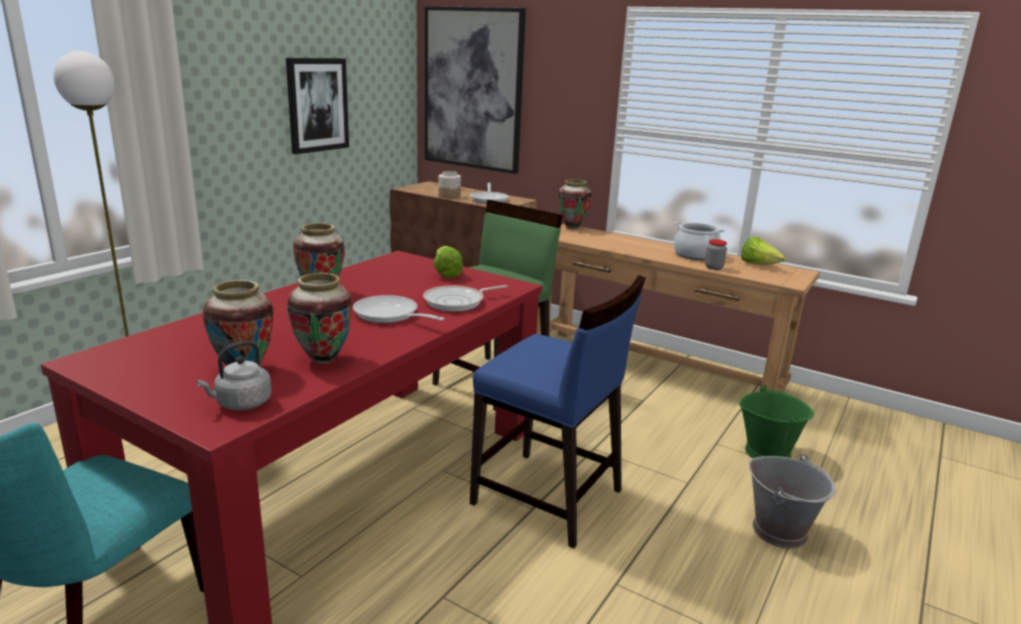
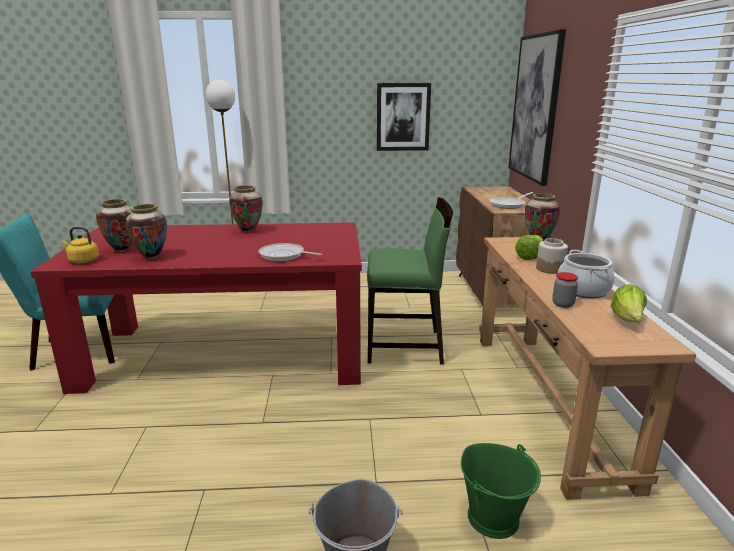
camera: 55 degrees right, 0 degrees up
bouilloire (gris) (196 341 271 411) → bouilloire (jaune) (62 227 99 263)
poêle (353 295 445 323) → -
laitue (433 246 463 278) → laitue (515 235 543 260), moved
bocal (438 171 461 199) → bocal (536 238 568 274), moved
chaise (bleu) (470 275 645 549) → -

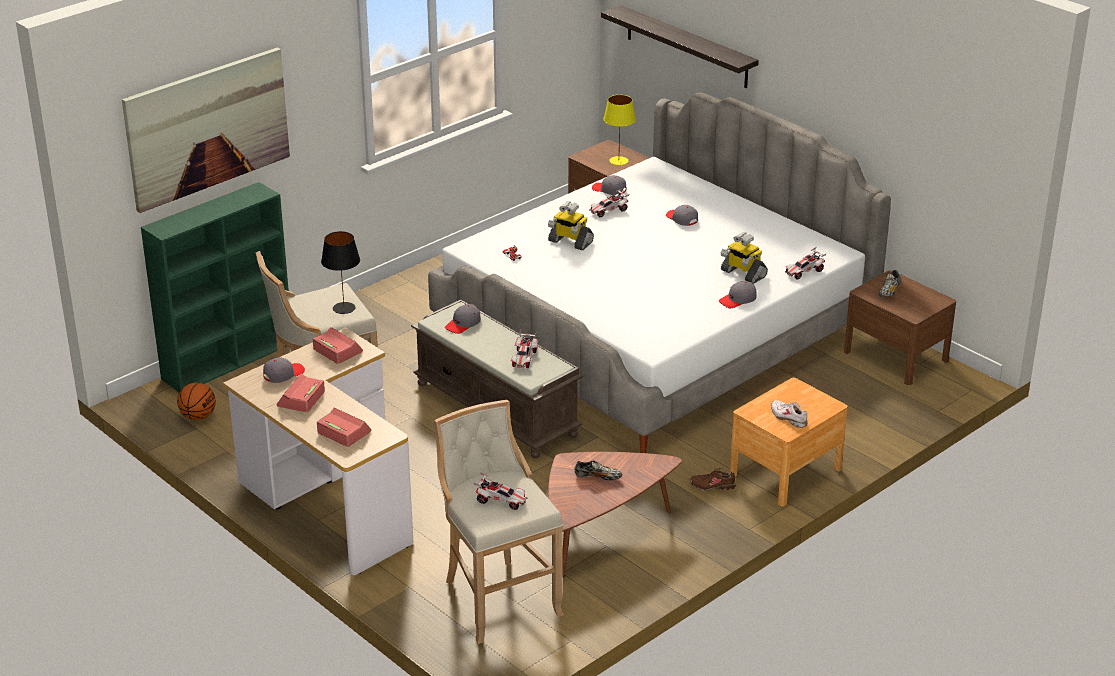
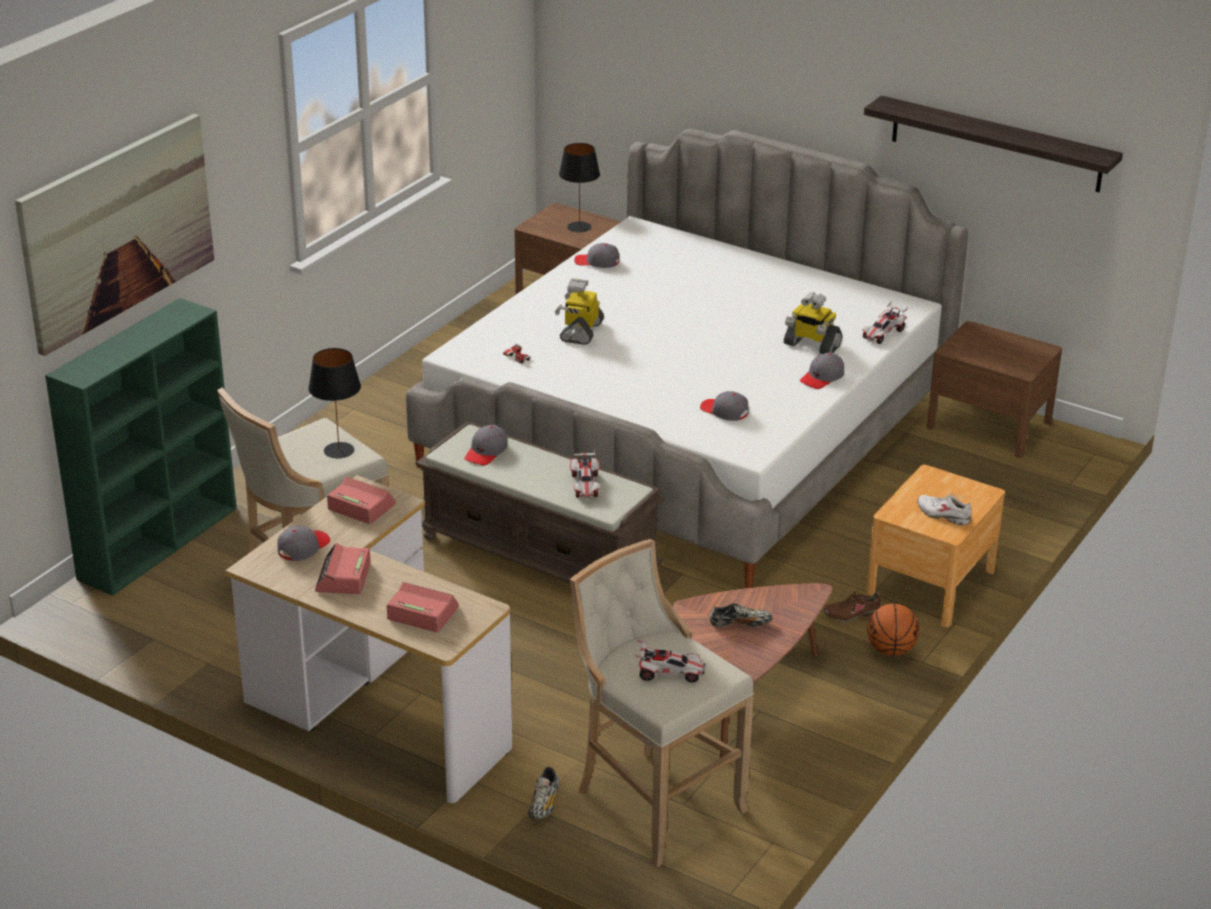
camera: 15 degrees left, 0 degrees up
ballon de basket (177 382 216 420) → ballon de basket (867 604 920 656), moved
robot jouet (548 201 594 250) → robot jouet (555 278 604 345), 90 degrees clockwise
petite voiture (589 188 630 217) → -
étagère (601 5 759 88) → étagère (864 96 1123 192), moved
lampe de table (jaune) (603 95 636 165) → lampe de table (noir) (559 143 600 232)
casquette (gris) (666 205 698 226) → casquette (gris) (700 391 749 421), moved
chaussure (878 270 901 297) → chaussure (529 767 560 820), moved

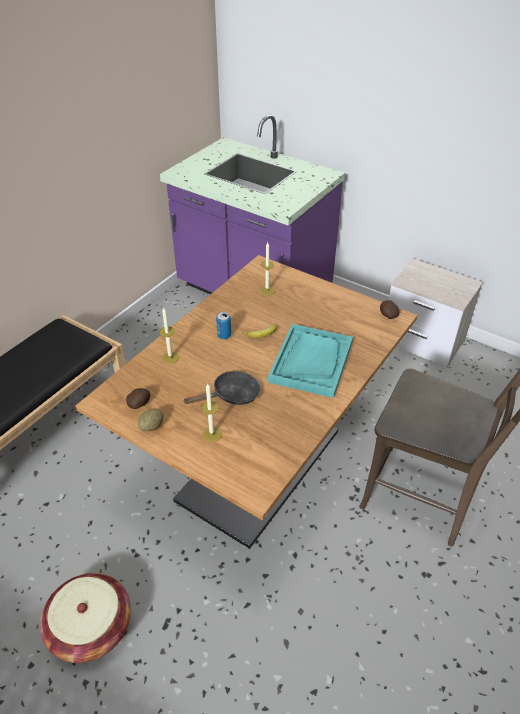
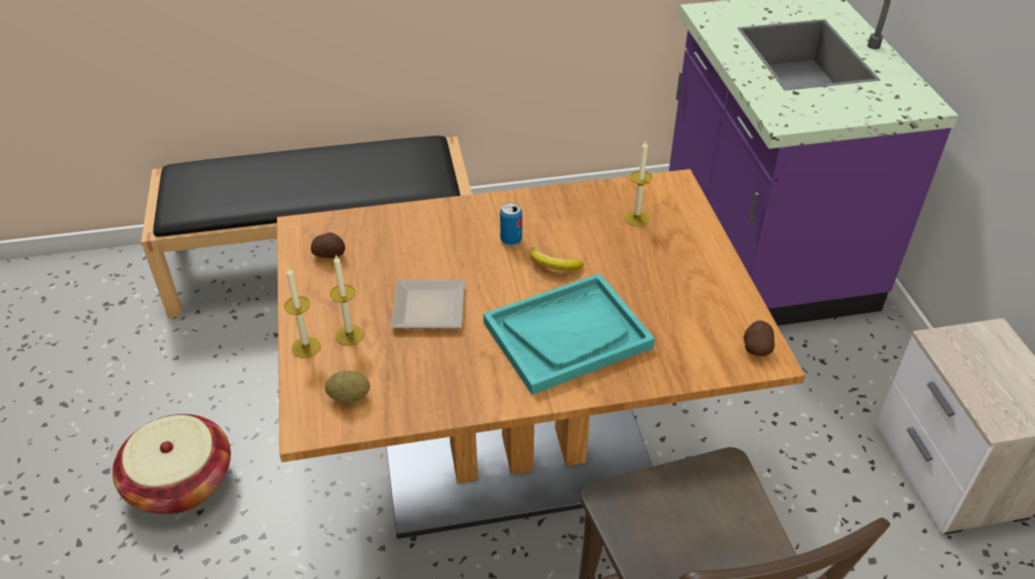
camera: 45 degrees right, 0 degrees up
pomme de terre (138 409 163 431) → pomme de terre (325 371 370 403), moved
bougie (159 308 179 364) → bougie (284 266 321 358), moved
poêle (noir) (183 371 261 405) → assiette (391 280 465 329)

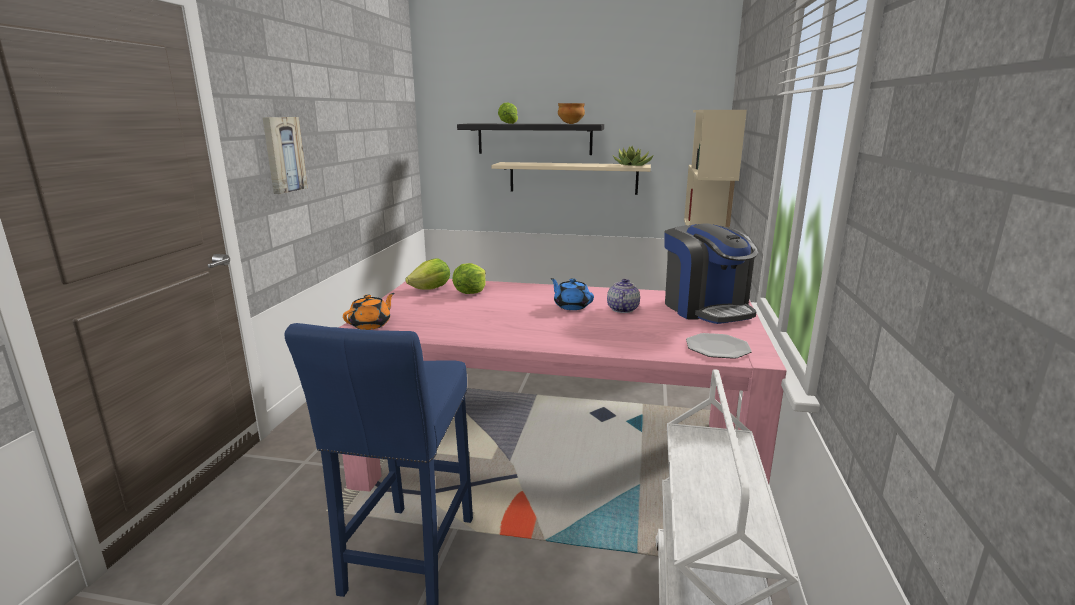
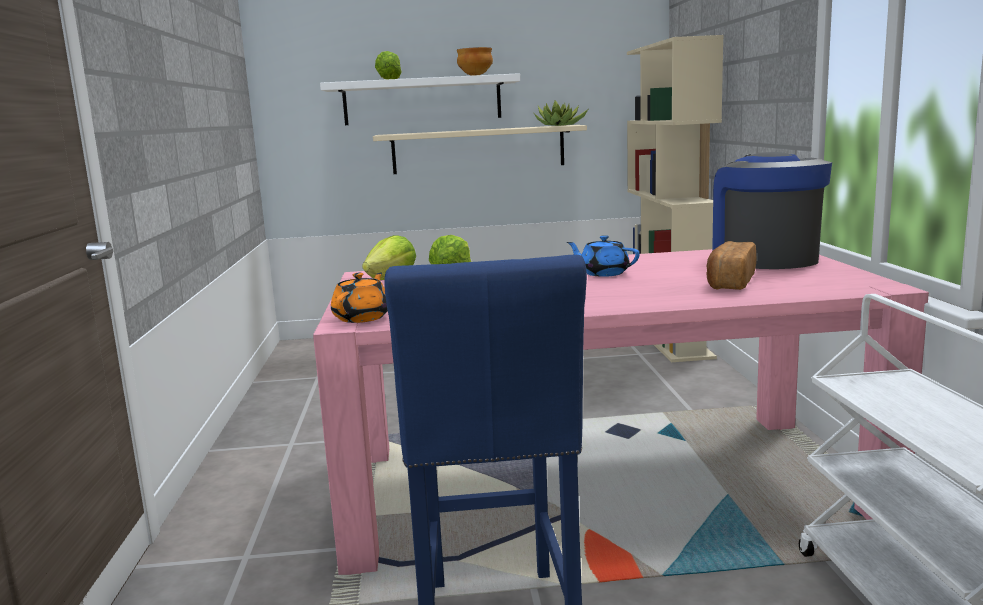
camera: 15 degrees left, 5 degrees down
tableau (262 117 308 194) → -
étagère (noir) (457 124 604 155) → étagère (blanc) (320 73 520 125)
théière (607 279 640 313) → -
machine à café (664 223 758 324) → machine à café (712 152 832 269), 150 degrees counterclockwise
assiette (686 333 752 359) → -
- → pain (706 241 756 290)

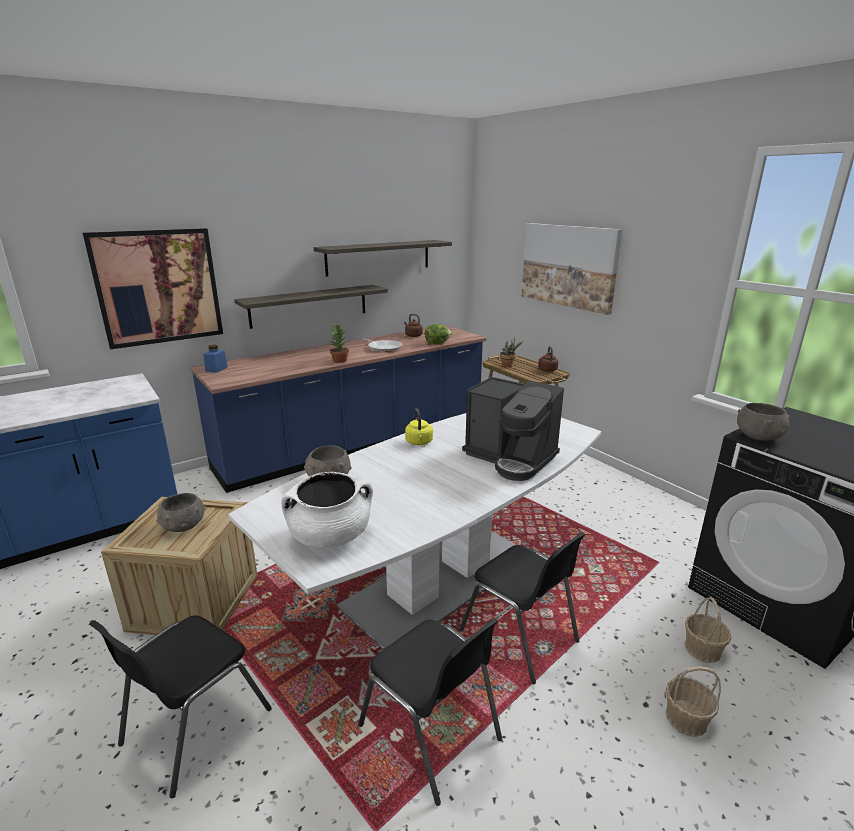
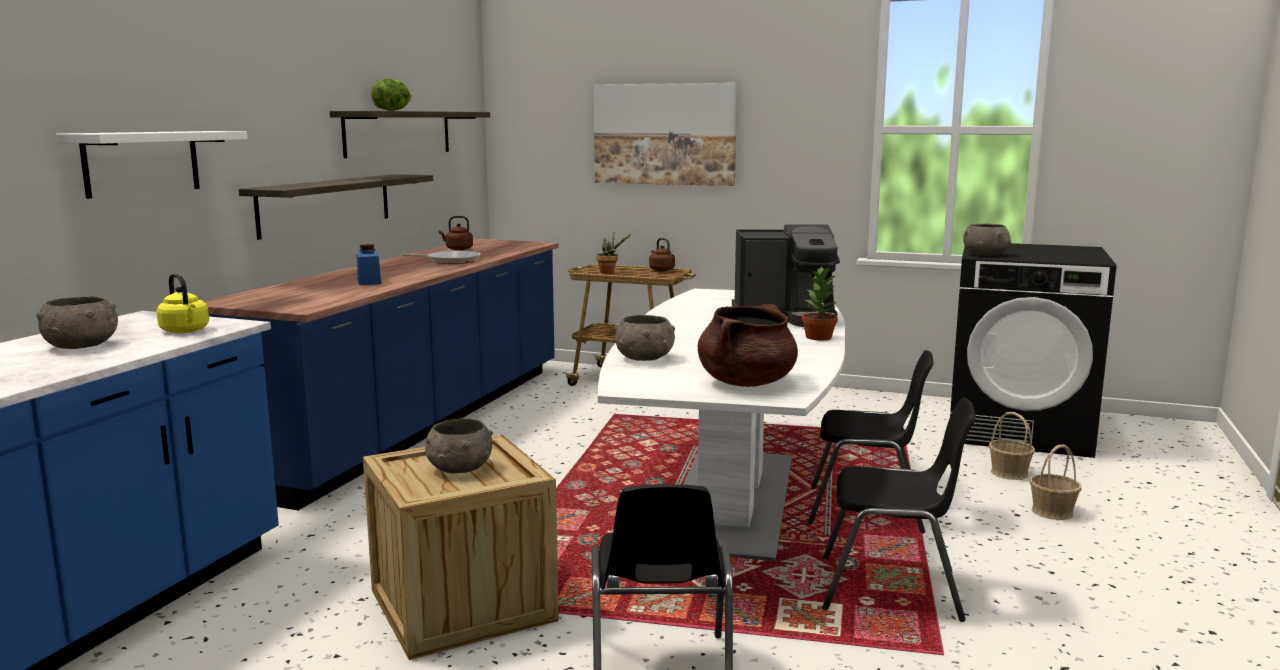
camera: 35 degrees left, 10 degrees down
tableau (83 228 223 350) → étagère (blanc) (56 131 248 199)
bocal (bleu) (203 345 228 373) → bocal (bleu) (357 244 381 285), moved
marmite (blanc) (281 472 373 548) → marmite (marron) (698 304 798 387)
plante en pot (330 323 349 363) → plante en pot (802 266 838 340), moved
bouilloire (jaune) (405 408 433 445) → bouilloire (jaune) (156 273 209 333), moved
laitue (425 324 452 344) → laitue (371 78 411 111), moved
- → bol (gris) (36 296 118 349)

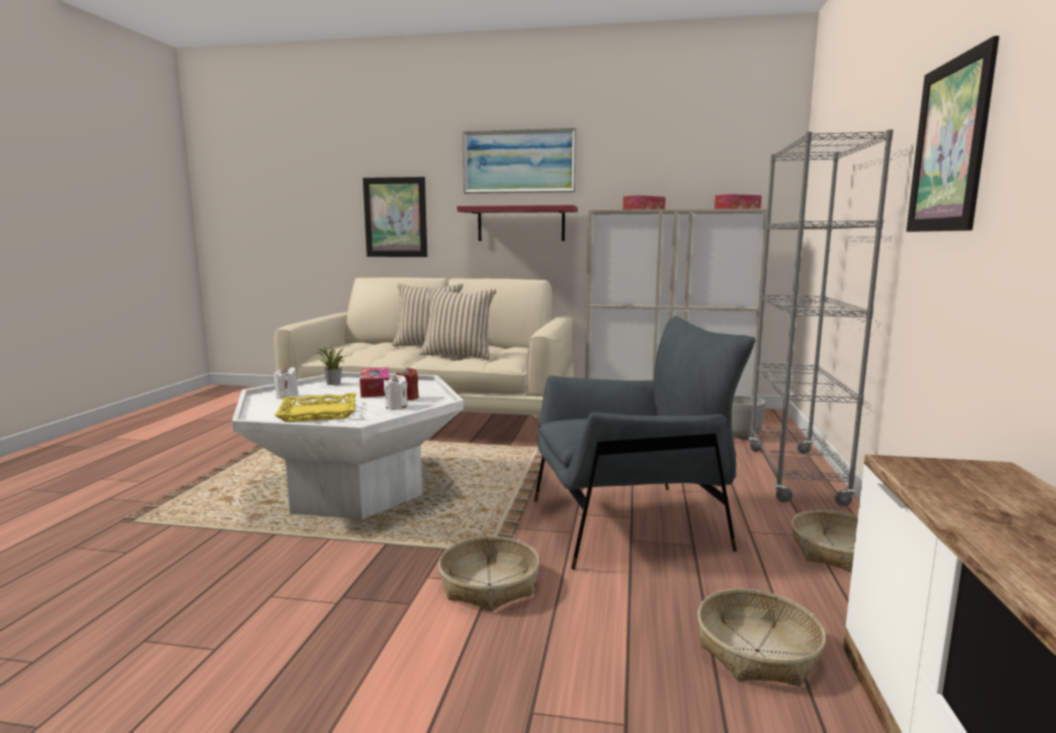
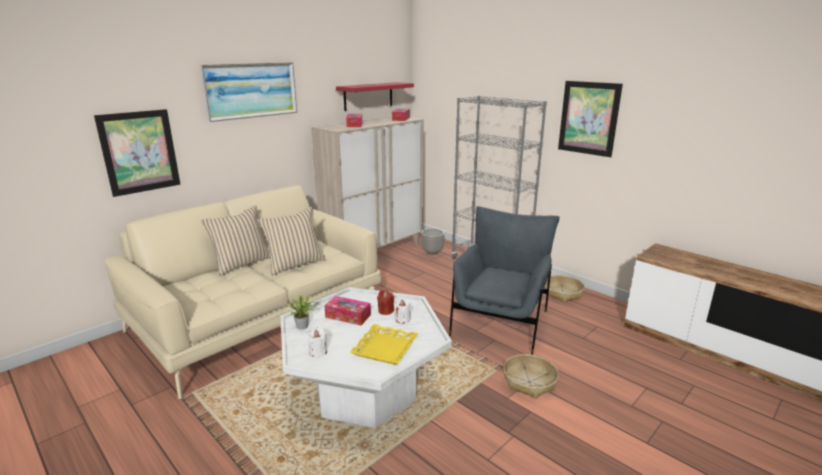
camera: 55 degrees left, 10 degrees up
étagère (rouge) (457 205 578 241) → étagère (rouge) (336 82 414 111), moved
panier (698 589 826 686) → -

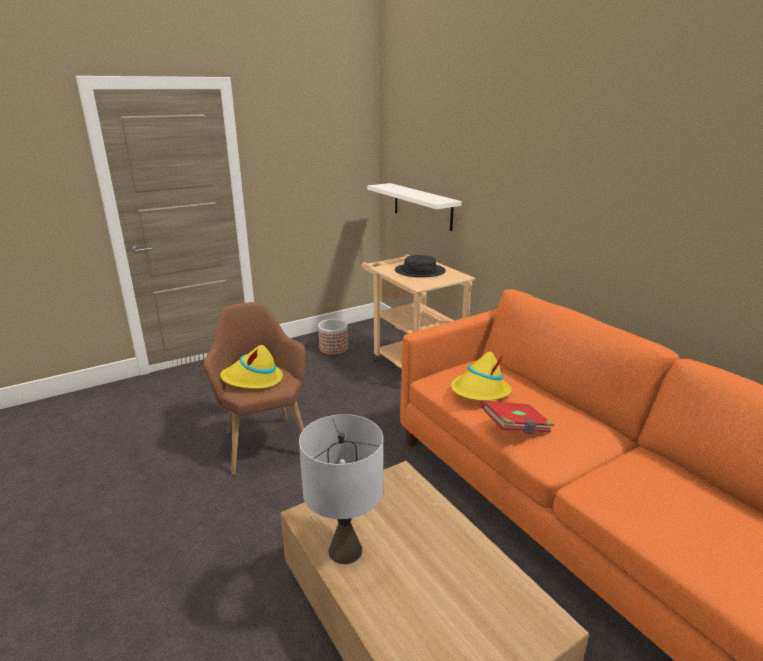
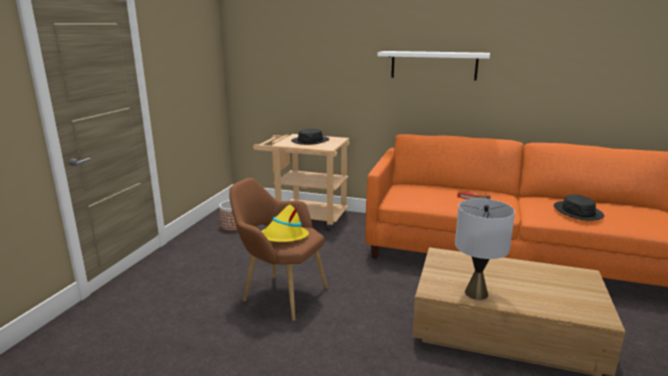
camera: 40 degrees left, 5 degrees down
étagère (blanc) (367 183 462 231) → étagère (blanc) (377 51 490 81), moved
chapeau (jaune) (451 351 512 401) → -
- → chapeau (noir) (554 195 604 221)

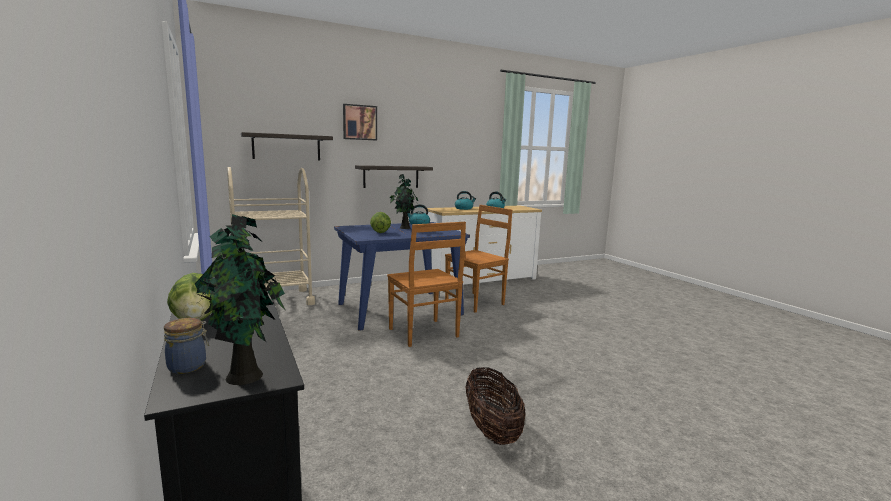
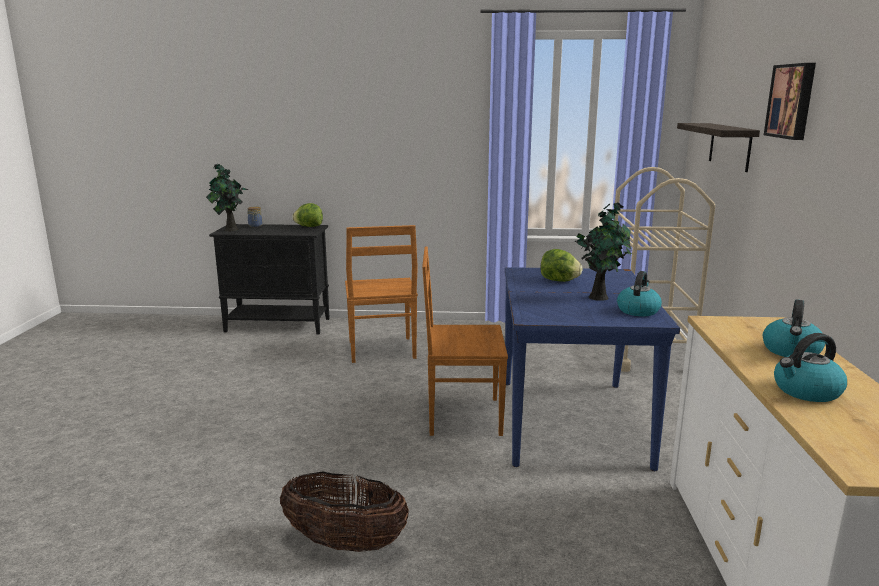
camera: 120 degrees right, 5 degrees up
étagère (355 165 433 188) → -
chaise (marron) (445 205 512 313) → chaise (marron) (345 225 418 363), moved
panier (465 367 525 445) → panier (280 472 409 552), moved

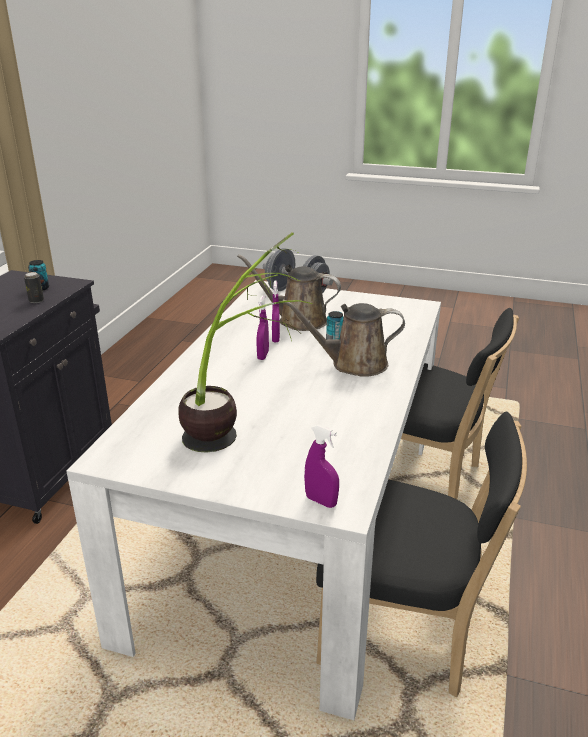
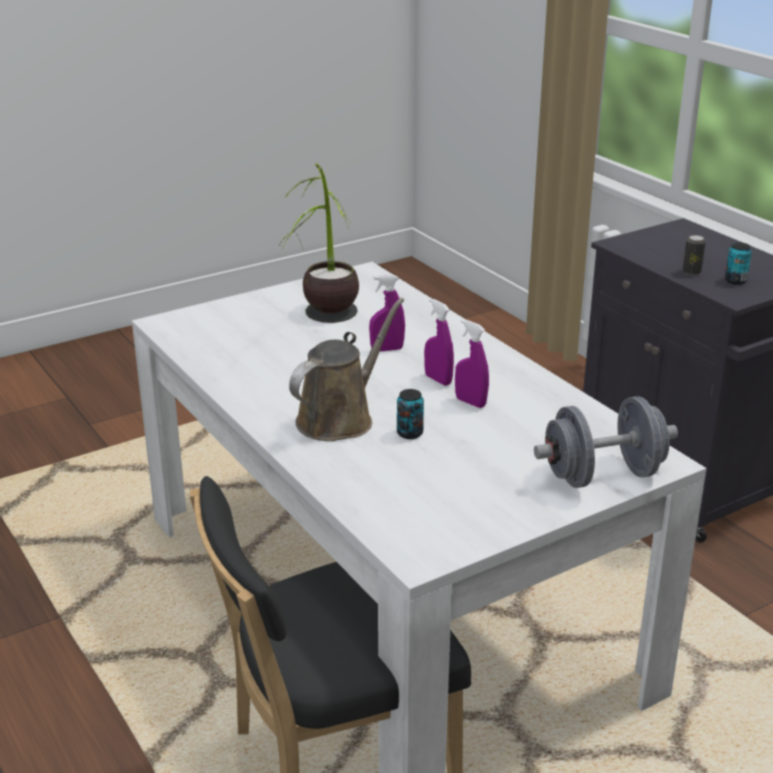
camera: 130 degrees right, 0 degrees up
arrosoir (marron) (237 254 341 331) → -
vaporisateur (violet) (304 425 339 508) → vaporisateur (violet) (369 274 405 352), moved
chaise (noir) (316 412 527 697) → -

